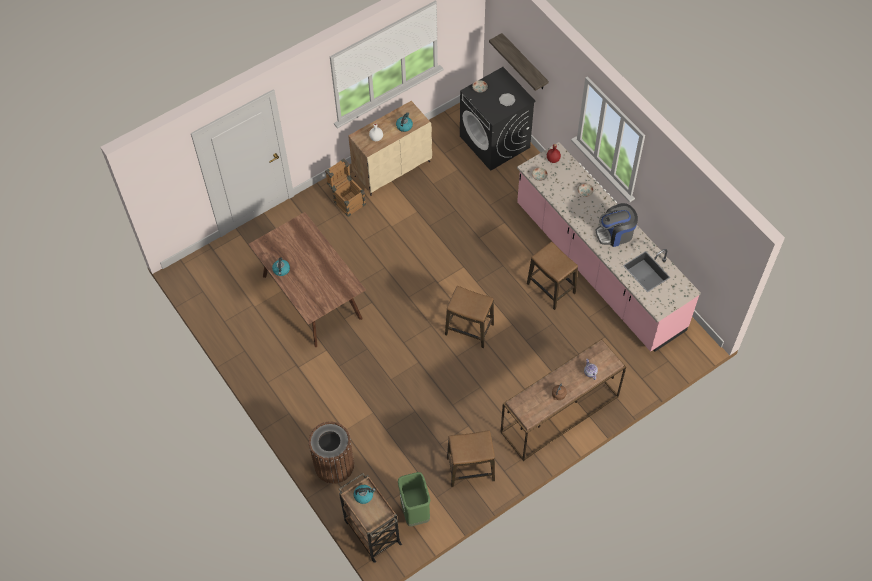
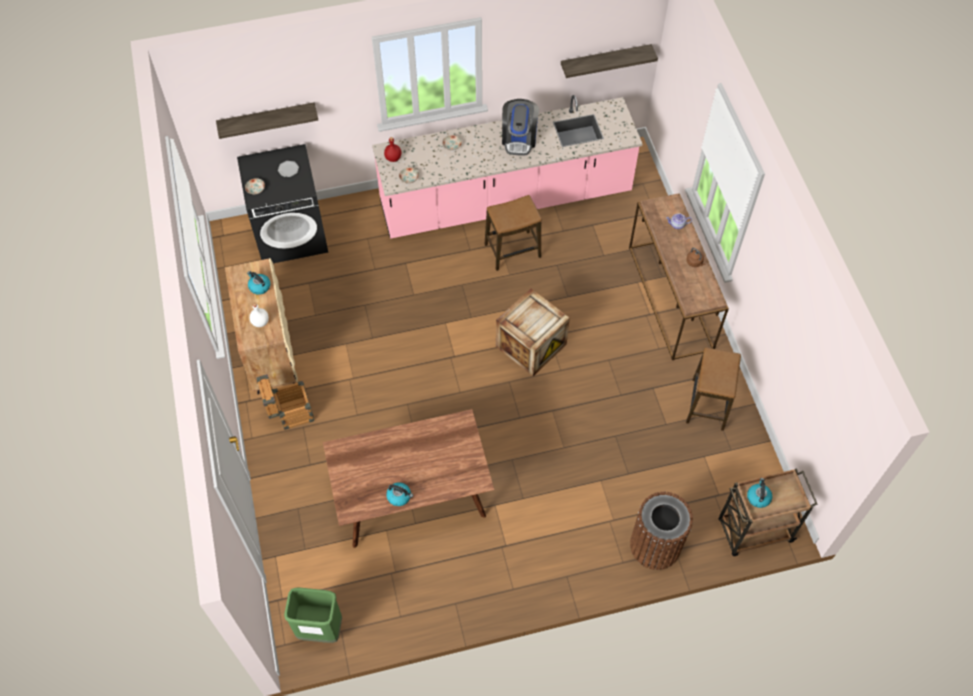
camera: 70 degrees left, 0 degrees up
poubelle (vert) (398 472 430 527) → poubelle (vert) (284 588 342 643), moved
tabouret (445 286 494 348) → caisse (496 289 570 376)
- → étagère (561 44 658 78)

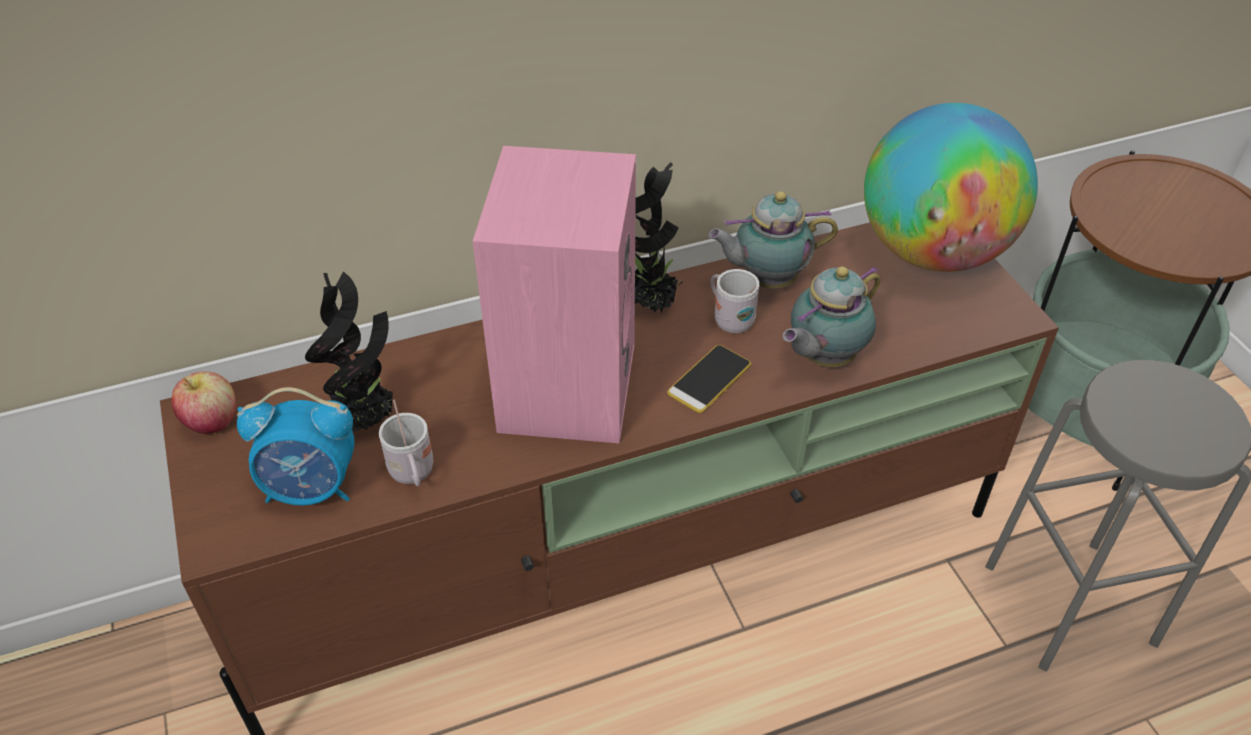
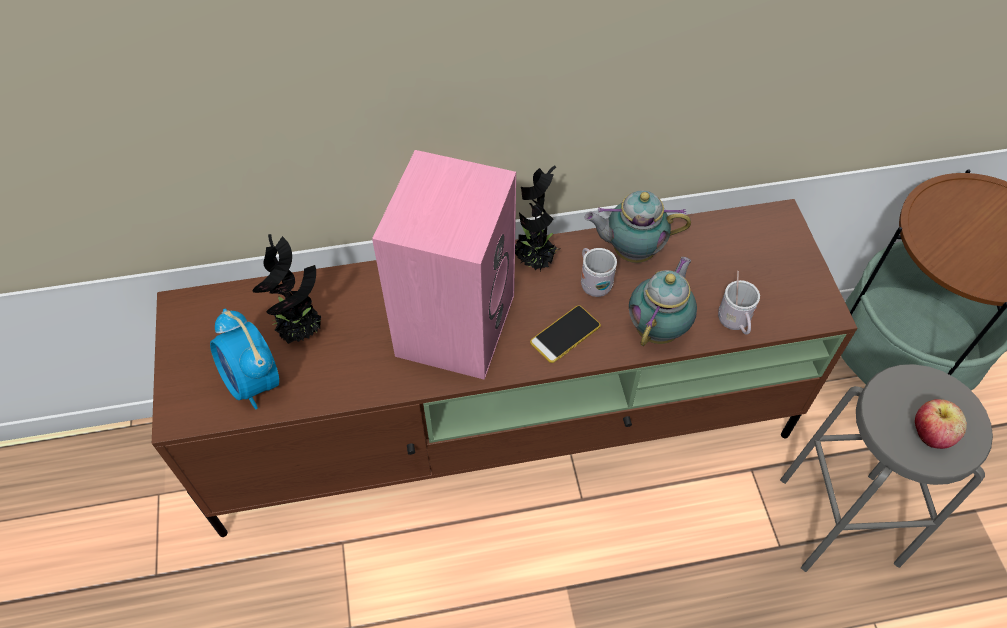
camera: 10 degrees right, 10 degrees up
pomme (171 371 236 434) → pomme (915 399 967 449), moved
réveil (237 387 355 506) → réveil (210 308 279 409), 45 degrees clockwise
mug (blanc) (379 400 433 486) → mug (blanc) (718 271 760 335), moved
théière (783 266 880 367) → théière (629 257 697 346), 150 degrees clockwise
globe (864 103 1038 272) → -

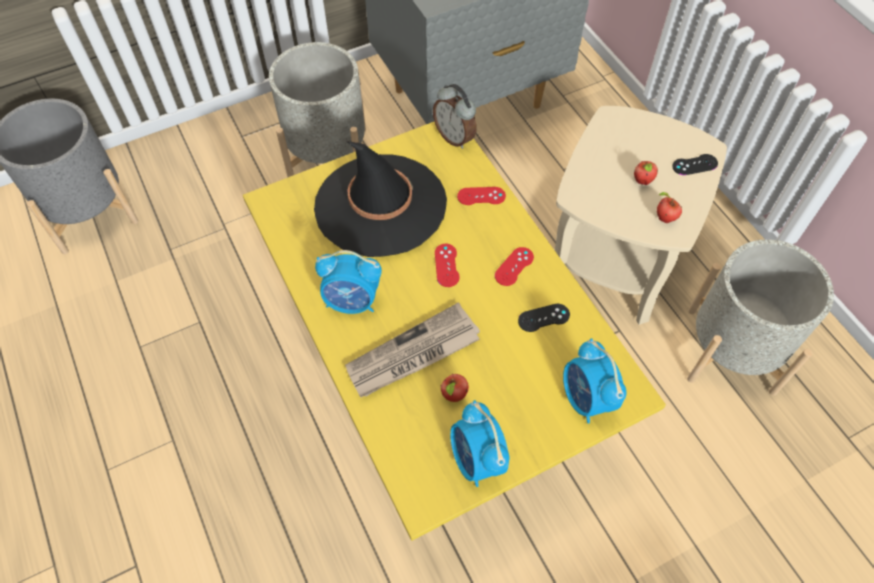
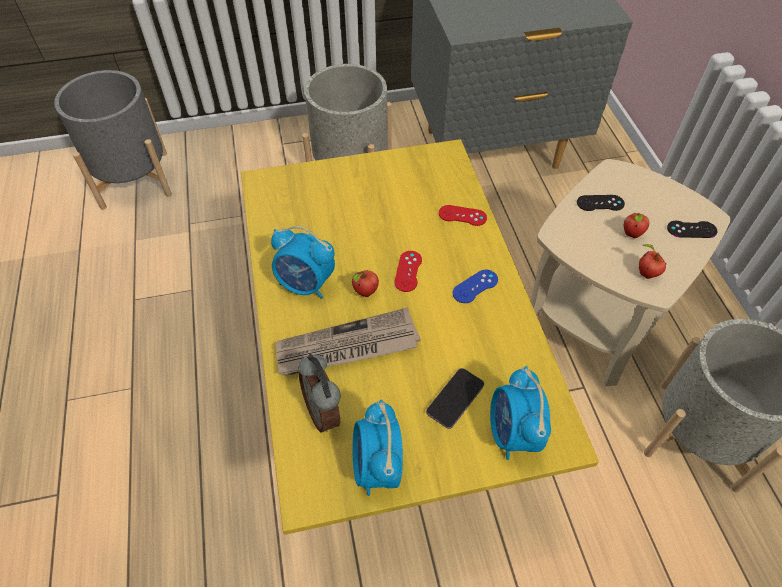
camera: 15 degrees right, 5 degrees down
chapeau (noir) (314 141 447 257) → -
réveil (433 84 476 149) → réveil (298 354 341 433), moved
pomme (441 374 469 402) → pomme (352 270 379 297), moved
manette (rouge) (495 247 534 286) → manette (bleu) (452 270 498 303)
manette (noir) (518 304 570 332) → manette (noir) (577 195 625 211), moved
- → téléphone (426 368 484 429)

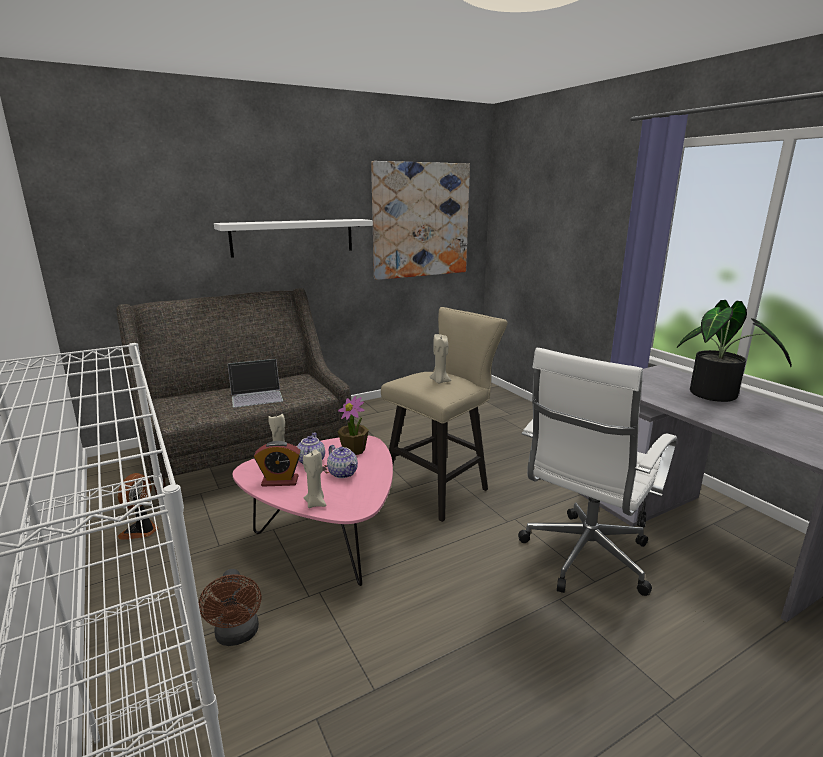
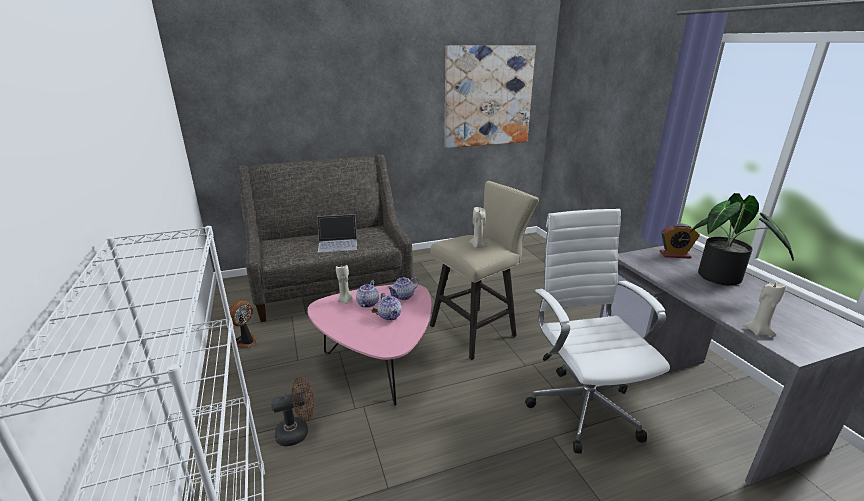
camera: 10 degrees right, 5 degrees up
ventilateur (marron) (199 569 261 646) → ventilateur (marron) (271 377 314 447), 105 degrees counterclockwise
étagère (blanc) (214 219 373 258) → -
réveil (254 441 301 487) → réveil (660 224 700 259), moved
bougie (beige) (303 449 327 508) → bougie (beige) (743 281 786 336), moved
plante en pot (338 396 369 455) → théière (387 277 418 300)
chaise de bureau (blanc) (518 347 677 596) → chaise de bureau (blanc) (525 209 670 454), 120 degrees clockwise

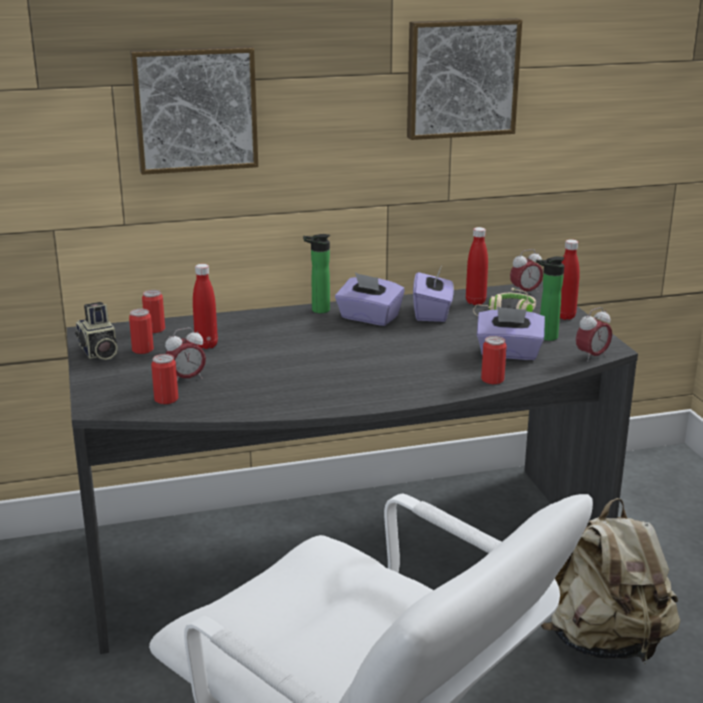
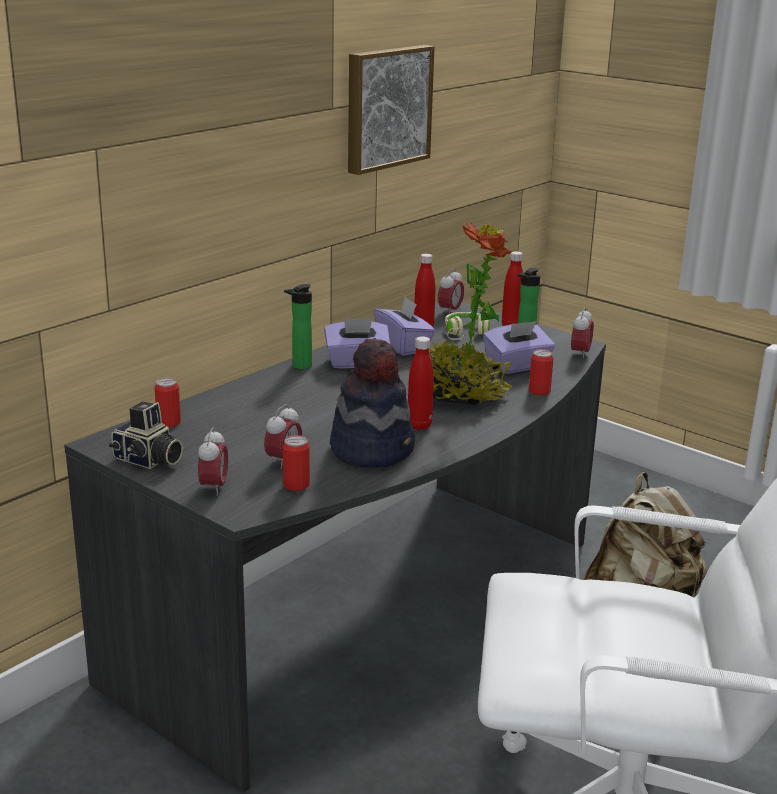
camera: 35 degrees left, 0 degrees up
boîte métallique (129 309 154 354) → -
tableau (130 46 258 175) → -
bouteille (rouge) (193 264 218 349) → bouteille (rouge) (408 336 434 430), moved
- → réveil (198 428 228 496)
- → chapeau (330 338 415 468)
- → plante en pot (429 222 513 405)

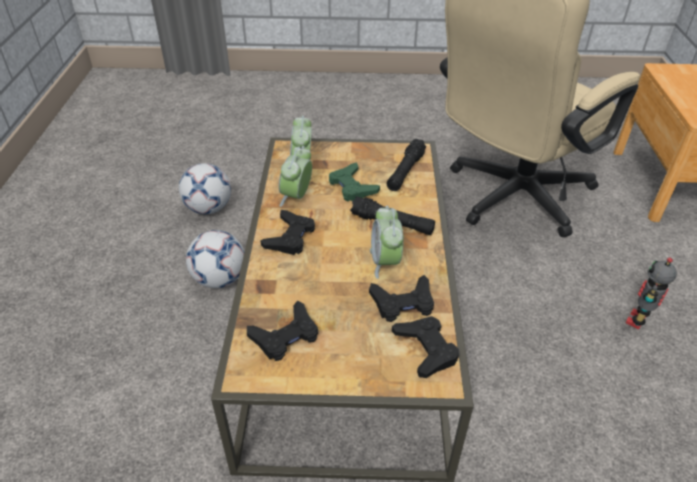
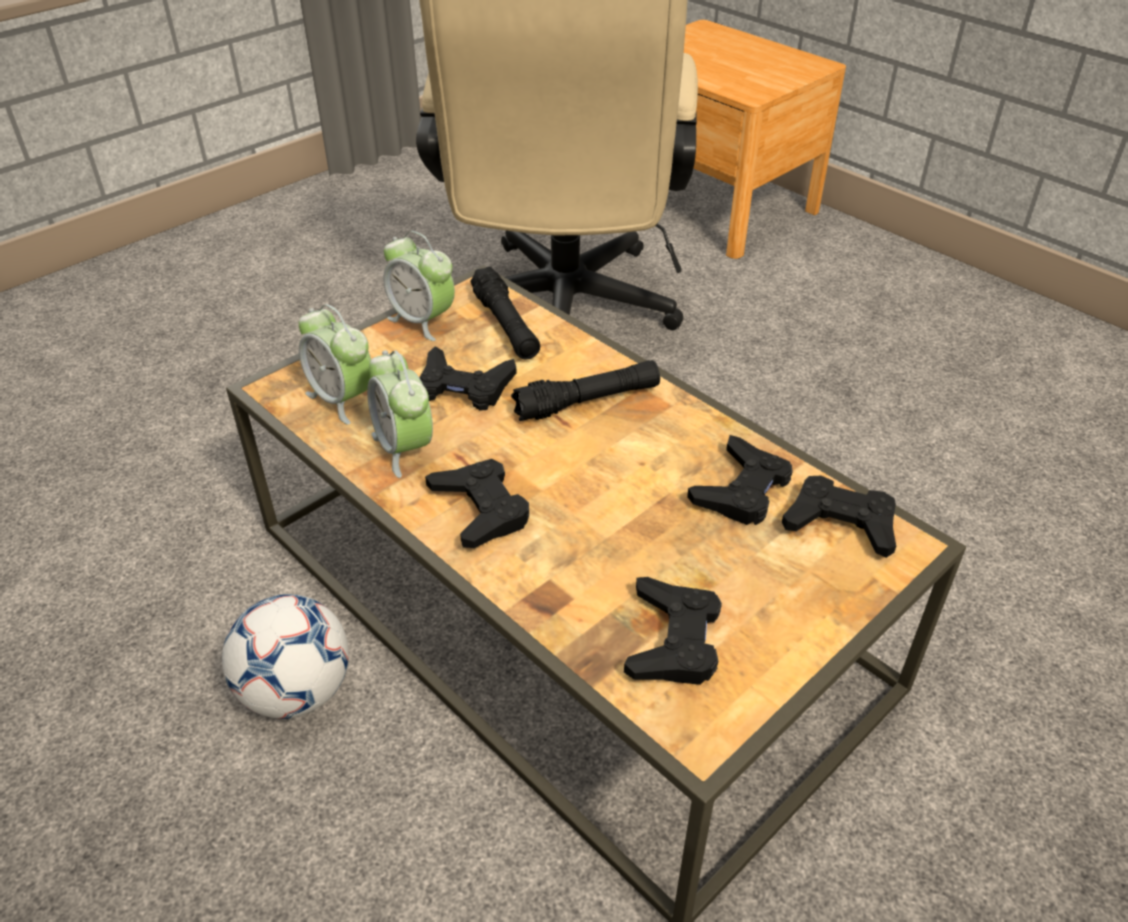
camera: 45 degrees left, 0 degrees up
ballon de foot (179 163 231 214) → -
manette (vert) (329 162 380 201) → manette (noir) (419 346 517 411)
réveil (370 206 404 279) → réveil (383 231 455 341), moved
robot jouet (625 257 677 329) → -

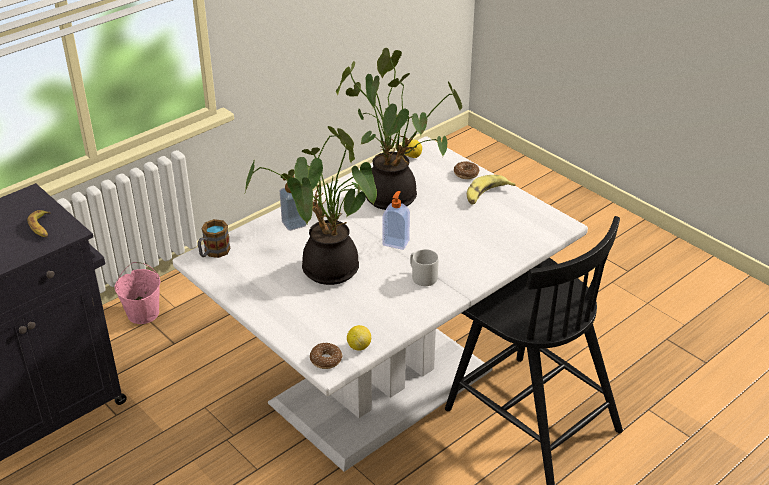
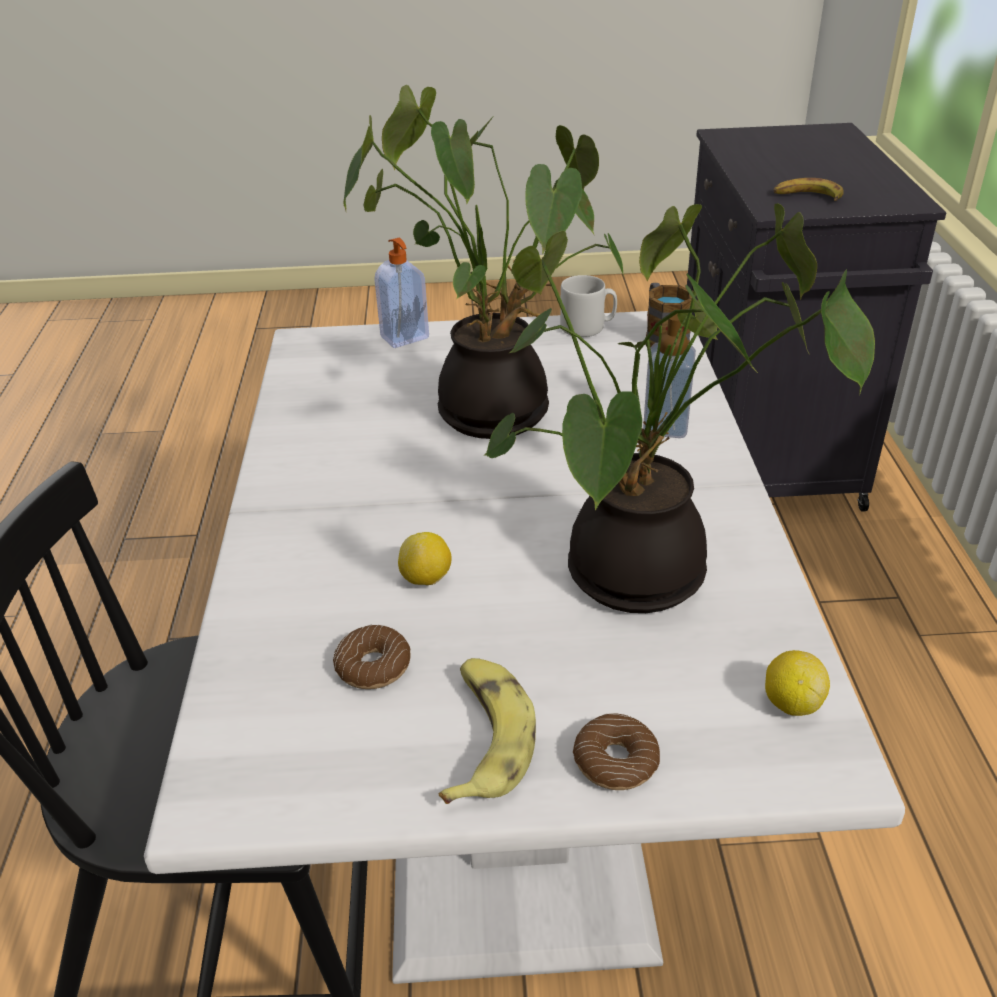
camera: 130 degrees right, 0 degrees up
seau (rose) (115 262 161 324) → -
beignet (310 343 342 369) → beignet (333 625 411 689), moved
citron (347 325 371 350) → citron (398 532 452 585), moved
distributeur de savon (383 191 410 250) → distributeur de savon (374 238 429 348), moved
mug (gris) (410 249 439 286) → mug (gris) (560 275 617 337), moved

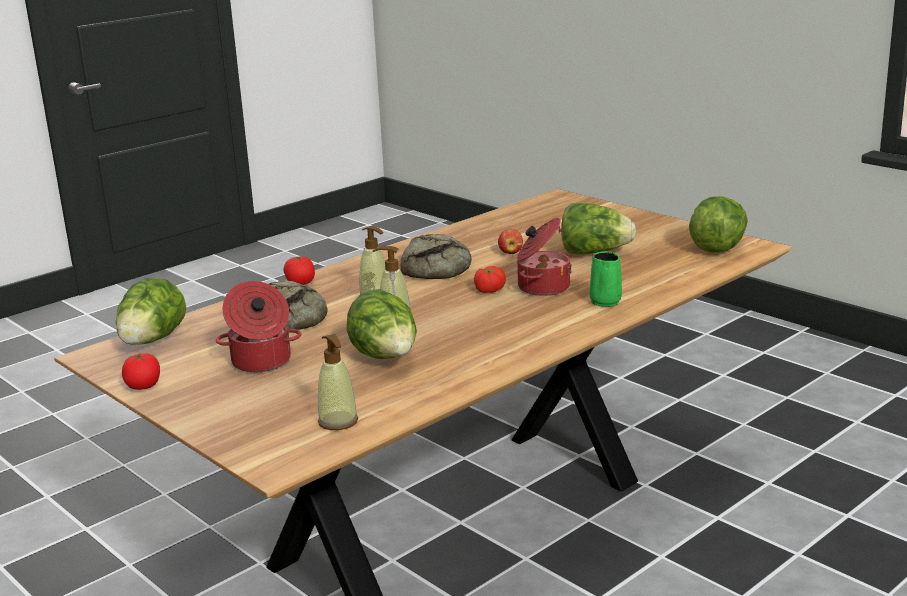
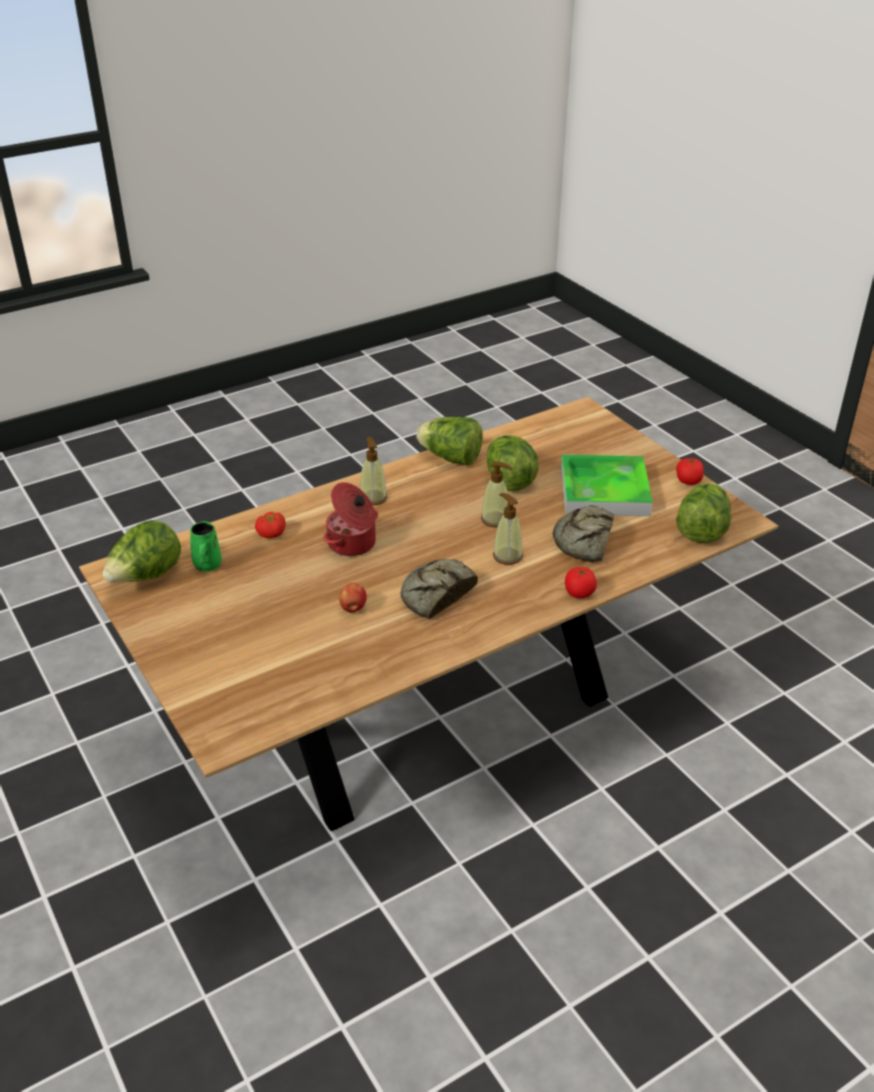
camera: 170 degrees left, 15 degrees up
marmite (216 281 302 372) → plateau (561 455 653 516)
distributeur de savon (318 334 358 430) → distributeur de savon (360 437 388 505), moved
tomate (474 266 506 293) → tomate (255 512 286 538), moved
laitue (561 203 636 255) → laitue (416 417 483 465), moved
mug (vert) (590 251 622 307) → mug (vert) (190 521 222 572), moved

